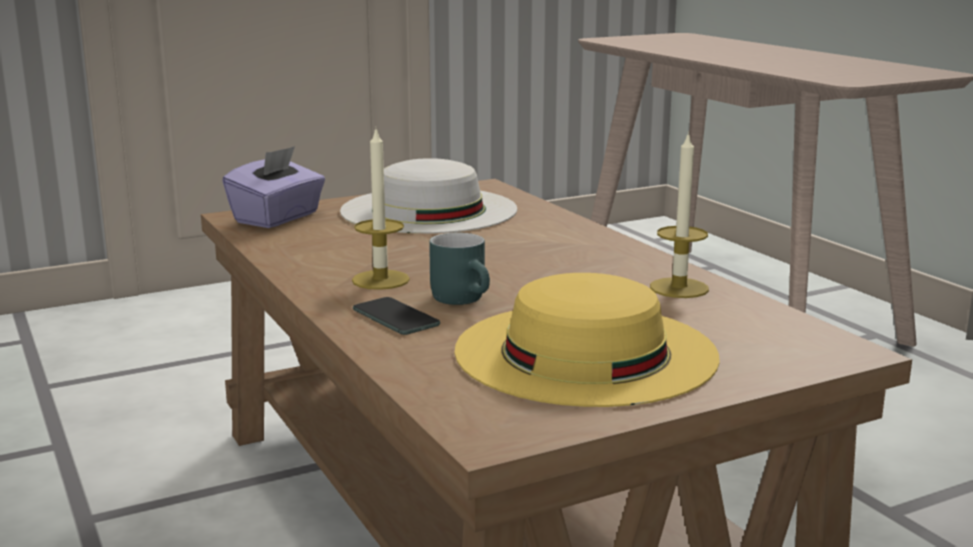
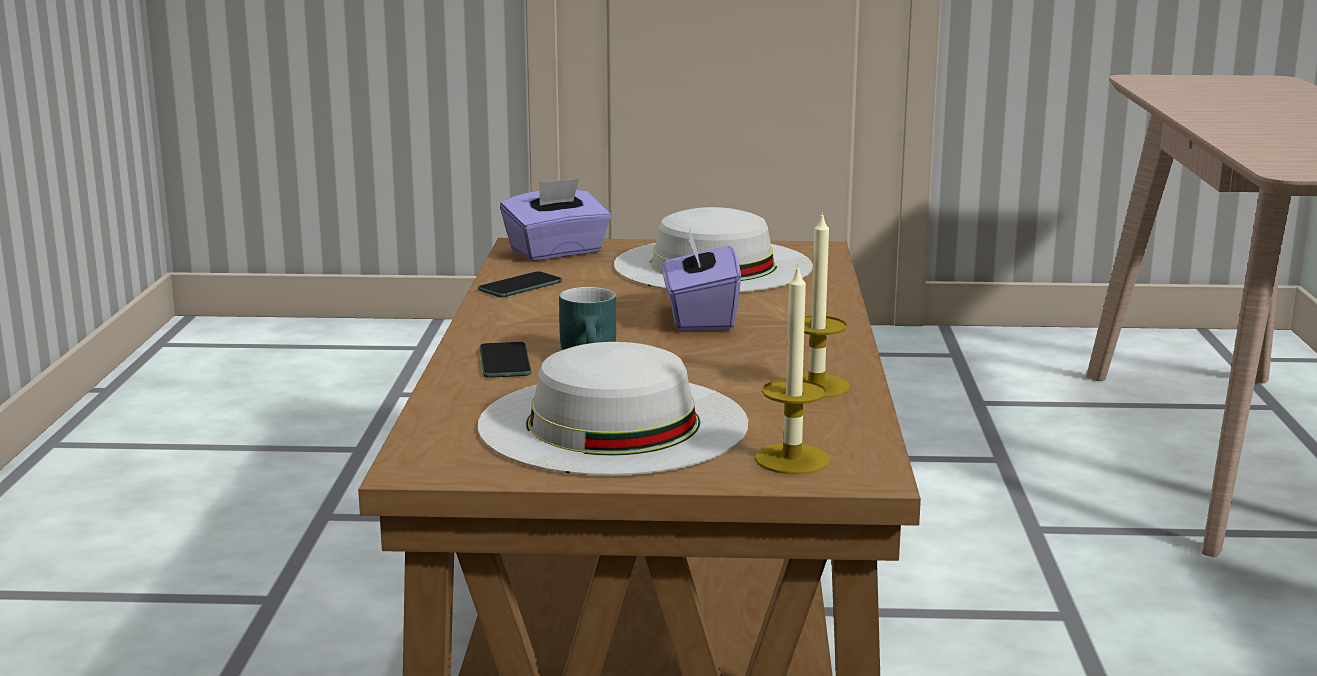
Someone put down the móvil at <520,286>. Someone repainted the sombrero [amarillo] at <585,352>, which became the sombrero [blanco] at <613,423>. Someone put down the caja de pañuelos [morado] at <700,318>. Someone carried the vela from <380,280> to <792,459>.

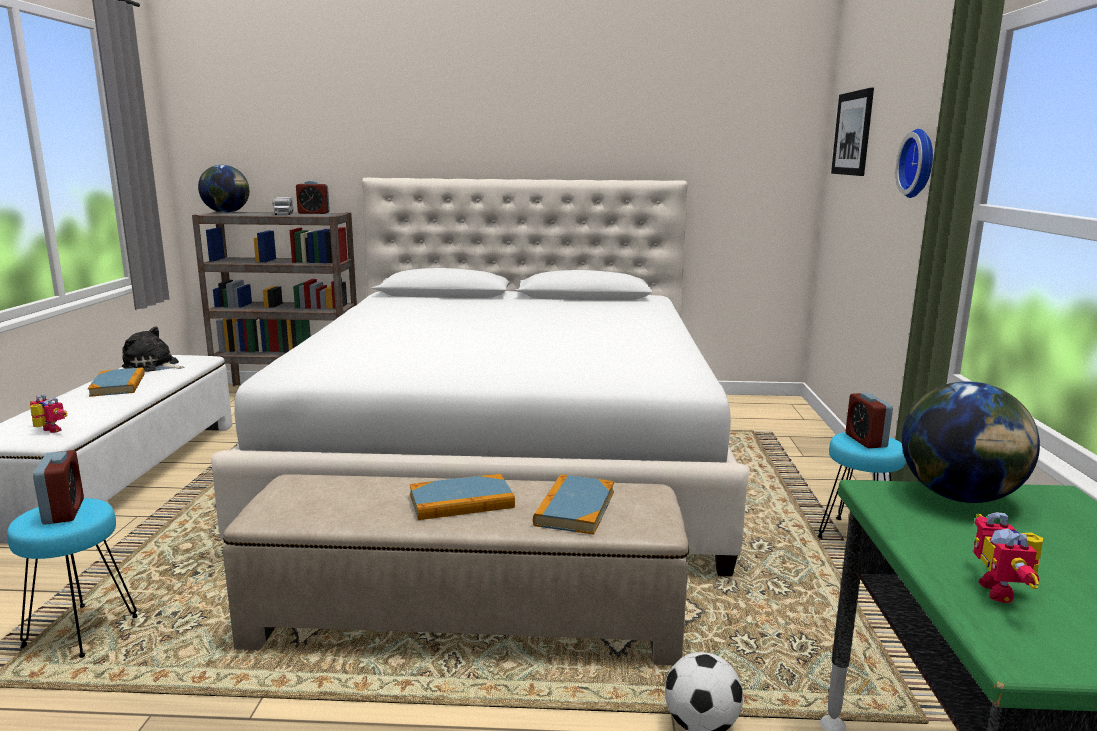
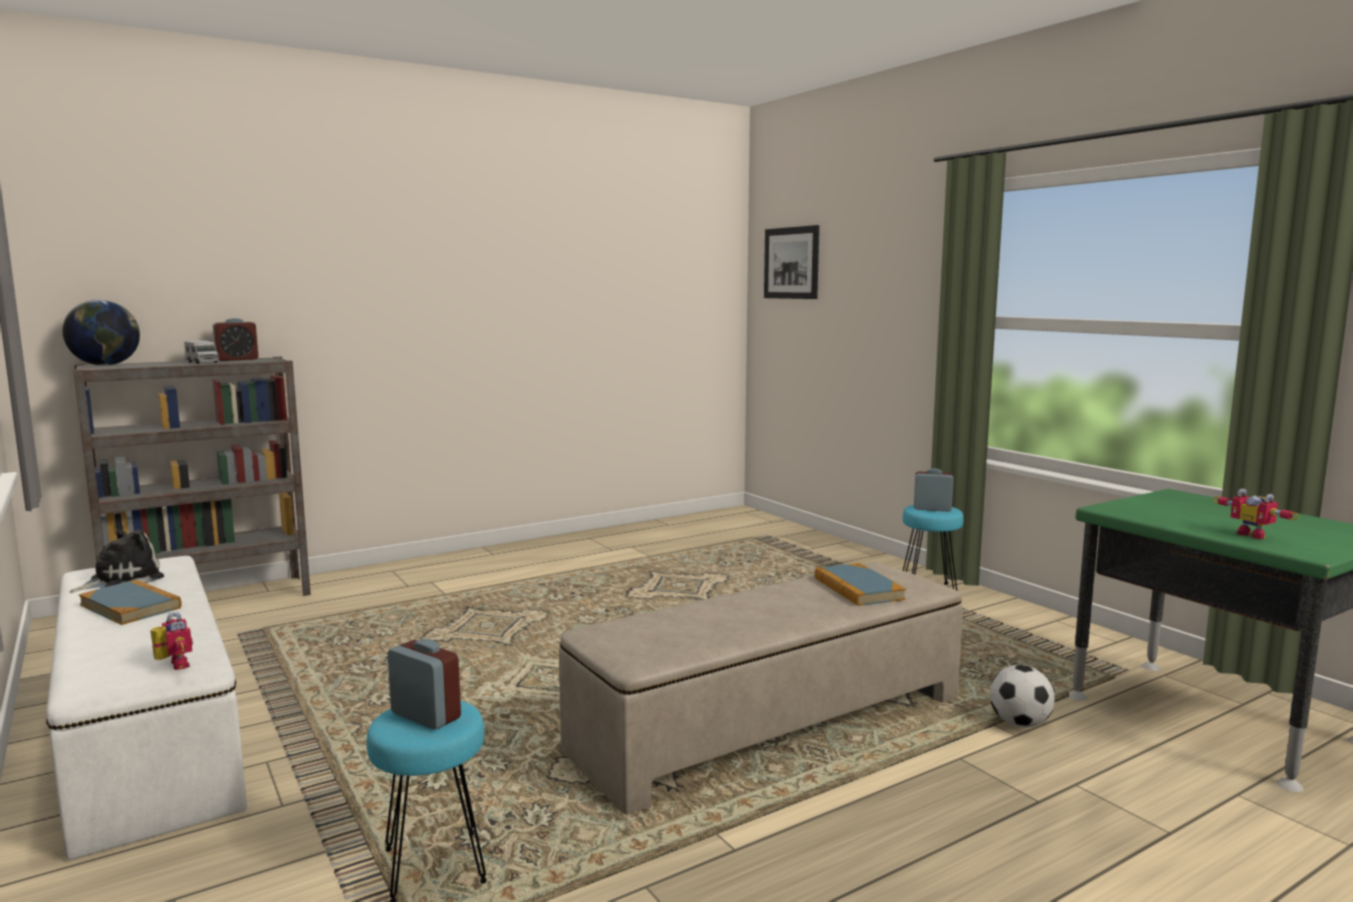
Someone rotated the peluche at <153,366> by 150 degrees clockwise. Someone rotated the robot de juguete at <48,431> by 60 degrees clockwise. Someone rotated the despertador at <865,441> by 150 degrees clockwise. Someone took away the cama [blanco] at <507,456>. Someone took away the libro at <461,501>. Someone took away the reloj de pared at <920,163>. Someone took away the globo terráqueo at <960,497>.

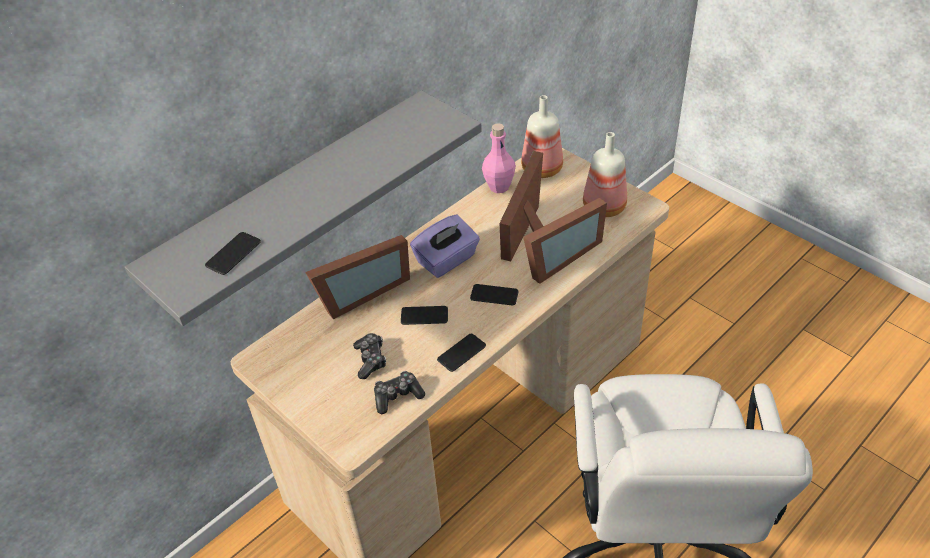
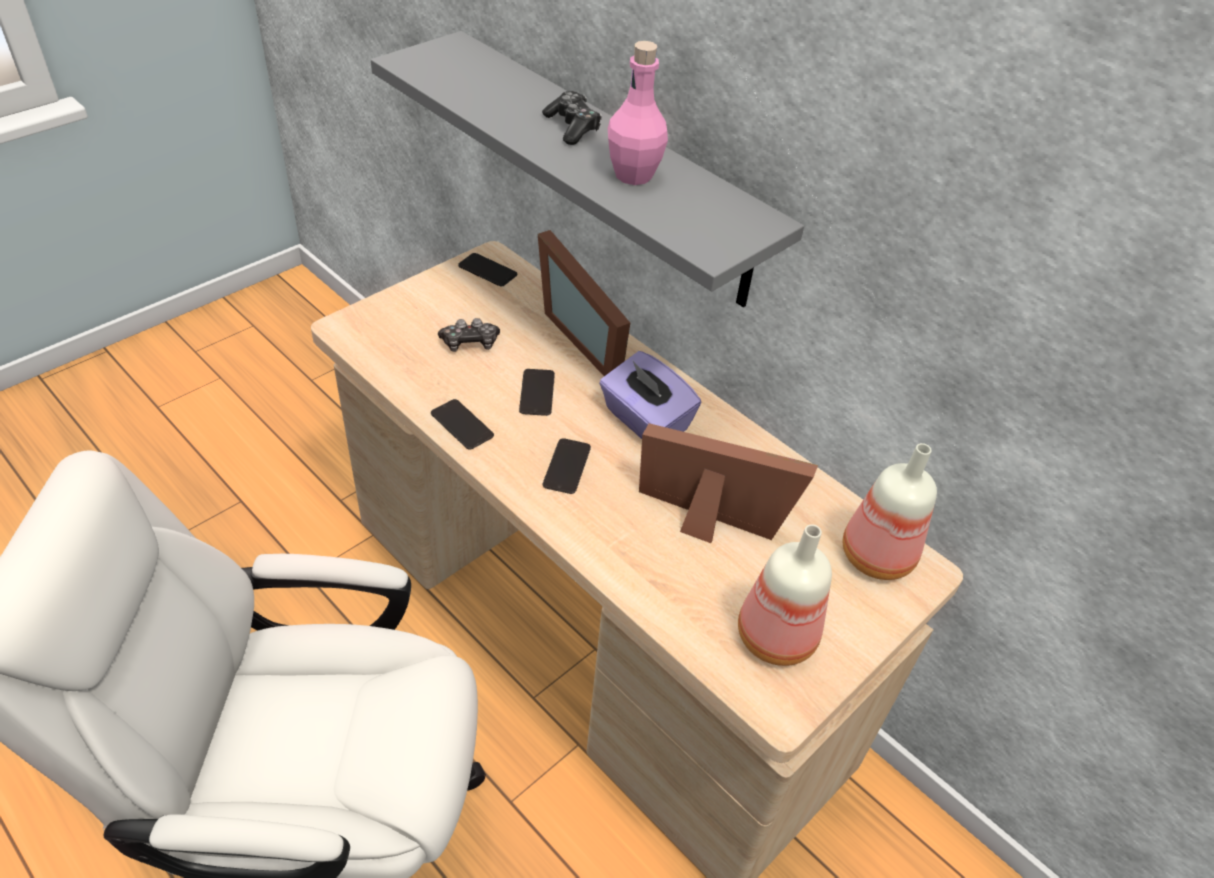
Someone carried the móvil from <233,254> to <487,270>. Someone carried the mando de consola from <397,396> to <572,127>. Someone carried the botella [rosa] from <499,186> to <633,175>. Someone took away the portarretratos at <557,257>.

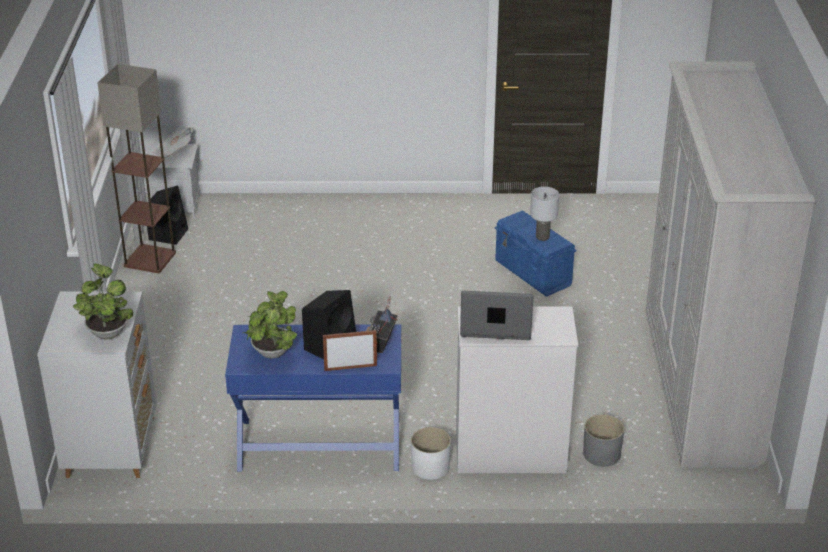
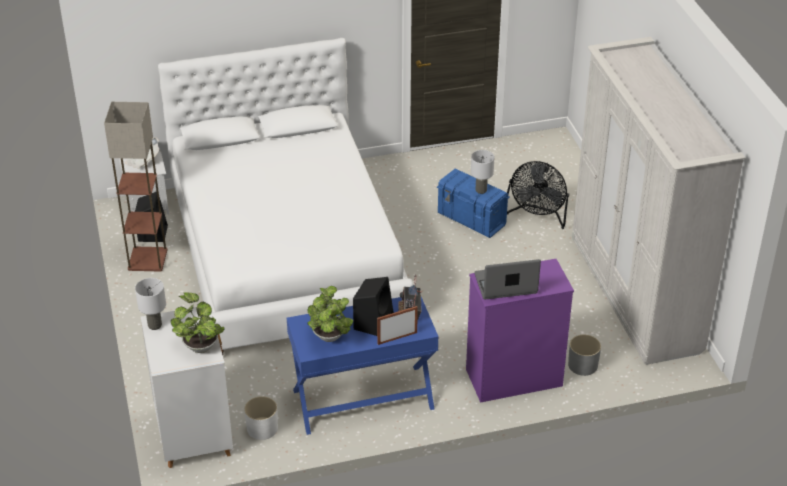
Someone put down the lámpara de mesa [blanco] at <155,326>. Someone put down the cama [blanco] at <286,253>. Someone carried the maceta [blanco] from <430,467> to <262,428>. Someone repainted the cómoda [blanco] at <509,453>, which became the cómoda [morado] at <513,378>. Someone put down the ventilador [negro] at <536,213>.

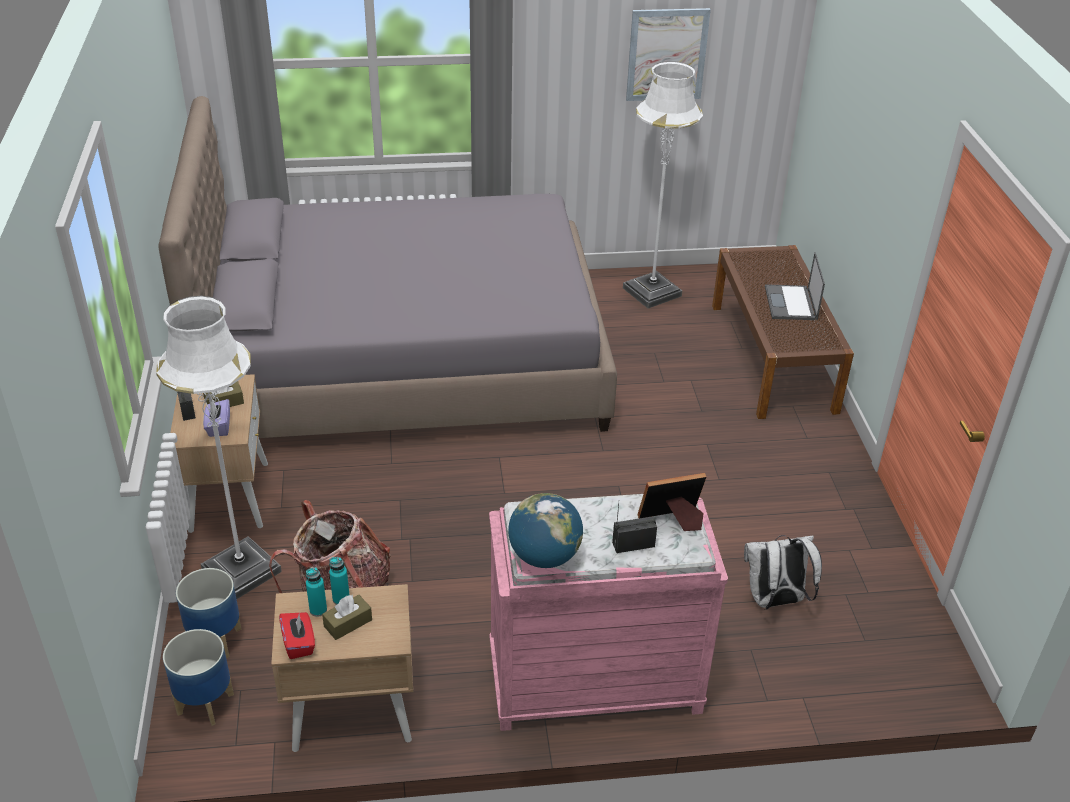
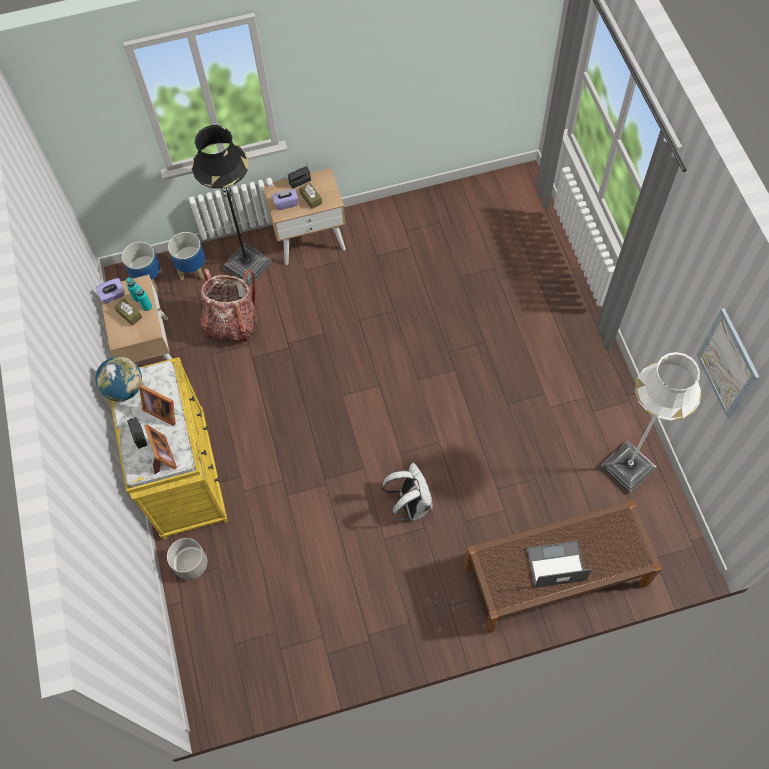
Someone repainted the caja de pañuelos [rojo] at <299,643>, which became the caja de pañuelos [morado] at <113,295>. Someone repainted the cómoda [rosa] at <593,679>, which became the cómoda [amarillo] at <183,473>. Someone put down the portarretratos at <162,409>. Someone put down the maceta [gris] at <190,564>. Someone repainted the lámpara de pie [blanco] at <241,570>, which became the lámpara de pie [negro] at <247,265>. Someone carried the mochila [blanco] from <775,601> to <410,504>. Someone took away the cama [gris] at <403,359>.

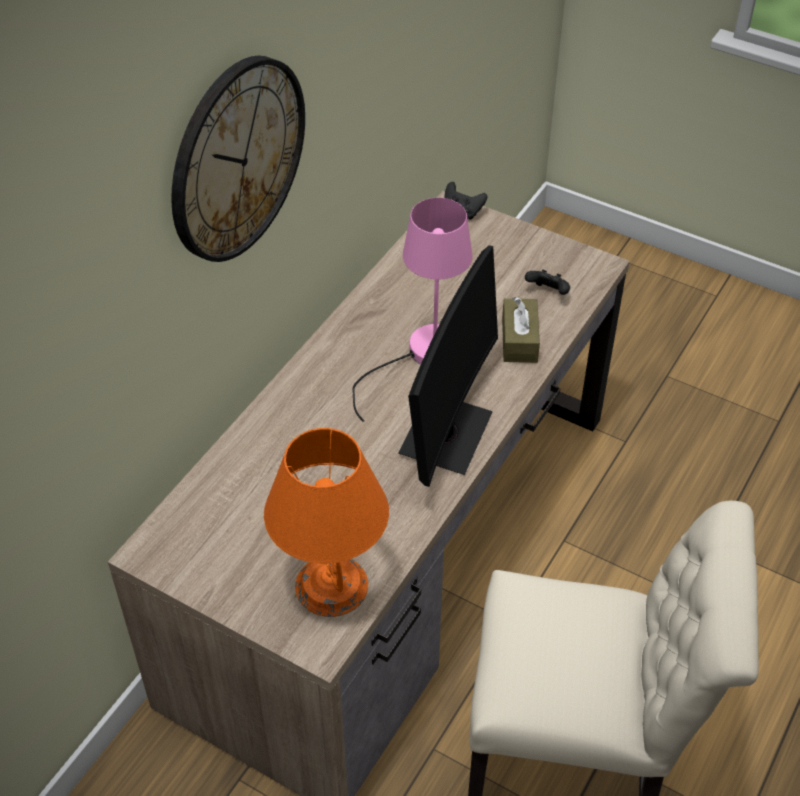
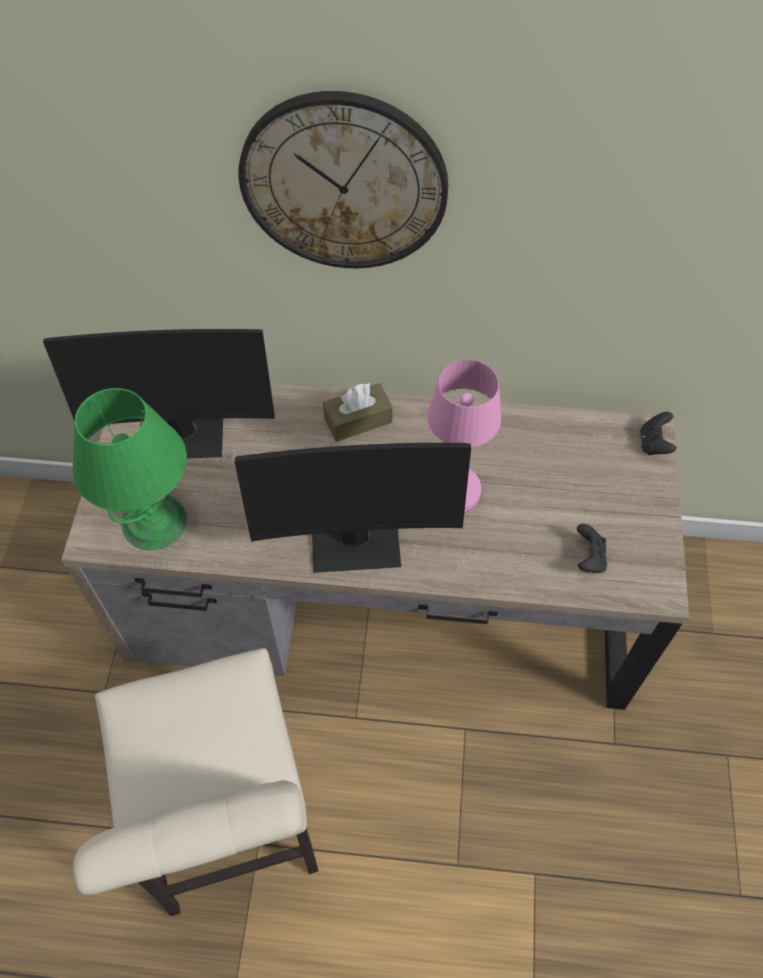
Someone put down the monitor at <183,433>. Someone repainted the lámpara de mesa [naranja] at <330,585>, which became the lámpara de mesa [verde] at <154,521>. Someone carried the caja de pañuelos [marrón] from <519,340> to <358,420>.

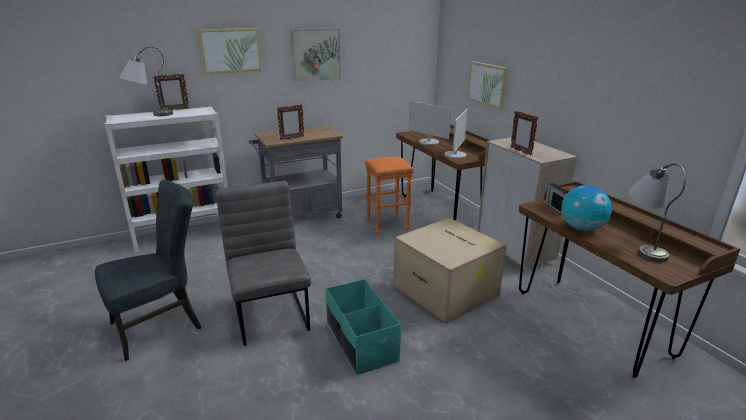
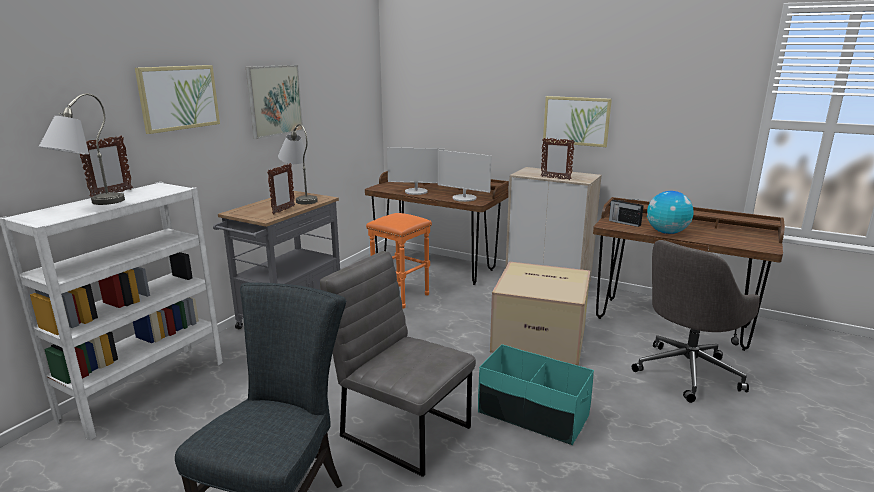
Someone carried the lámpara de mesa [gris] from <642,246> to <300,198>. Someone rotated the monitor at <455,155> by 135 degrees clockwise. Someone carried the cuadro from <487,84> to <576,121>. Someone put down the silla de oficina [gris] at <687,373>.

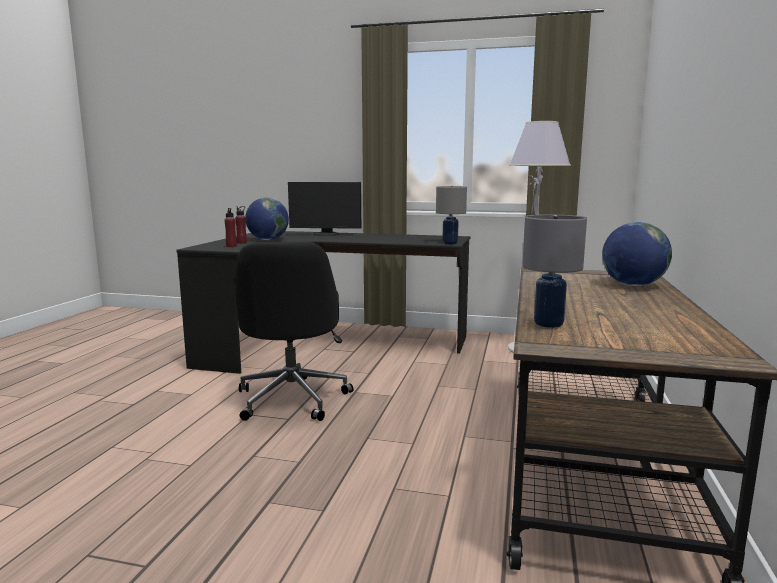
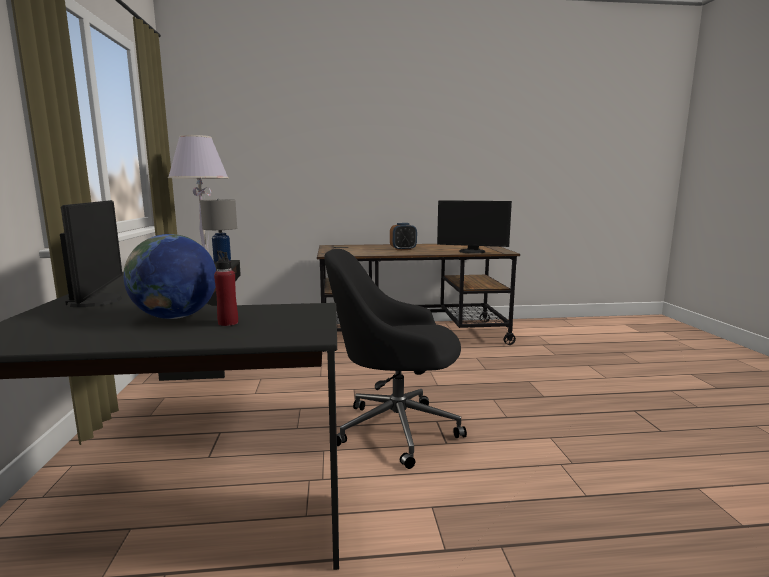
Someone rotated the silla de oficina [negro] at <292,400> by 150 degrees counterclockwise. Someone put down the despertador at <403,249>. Someone swapped the lámpara de mesa [gris] at <549,325> for the monitor at <472,252>. Someone took away the botella [rojo] at <231,246>. Someone took away the globo terráqueo at <633,285>.

